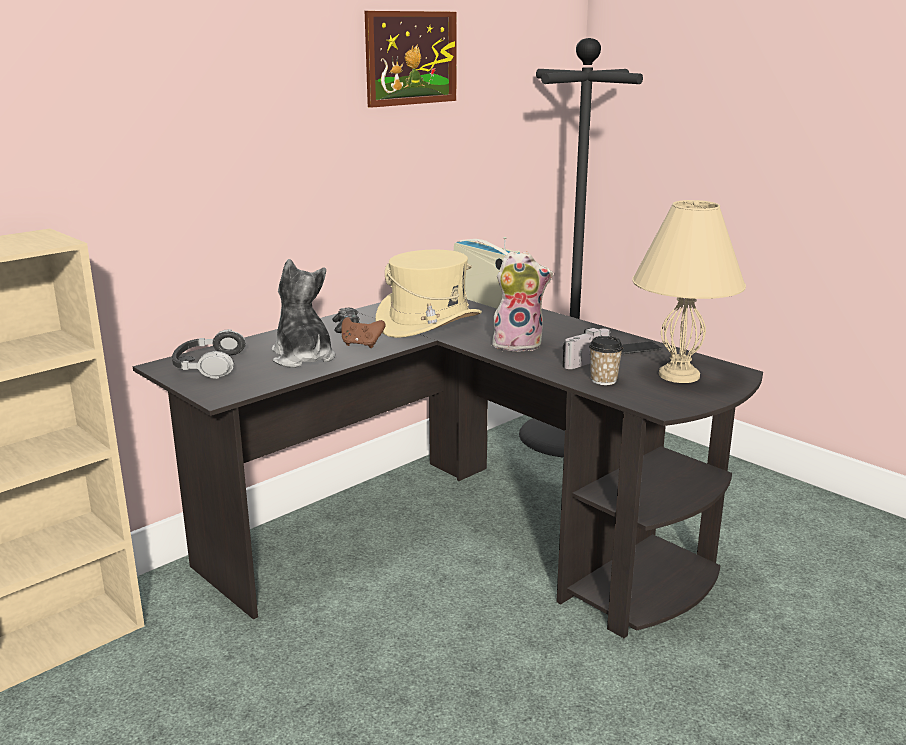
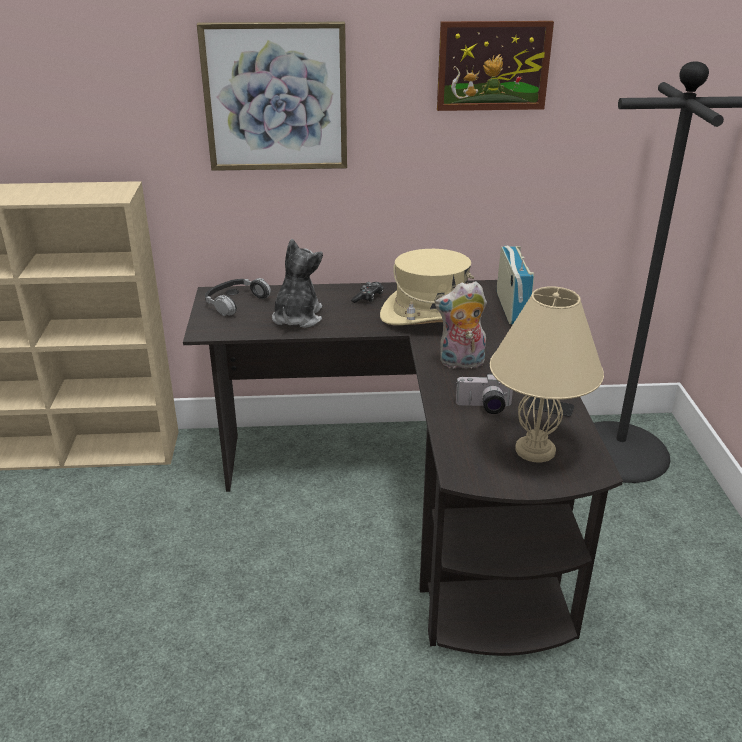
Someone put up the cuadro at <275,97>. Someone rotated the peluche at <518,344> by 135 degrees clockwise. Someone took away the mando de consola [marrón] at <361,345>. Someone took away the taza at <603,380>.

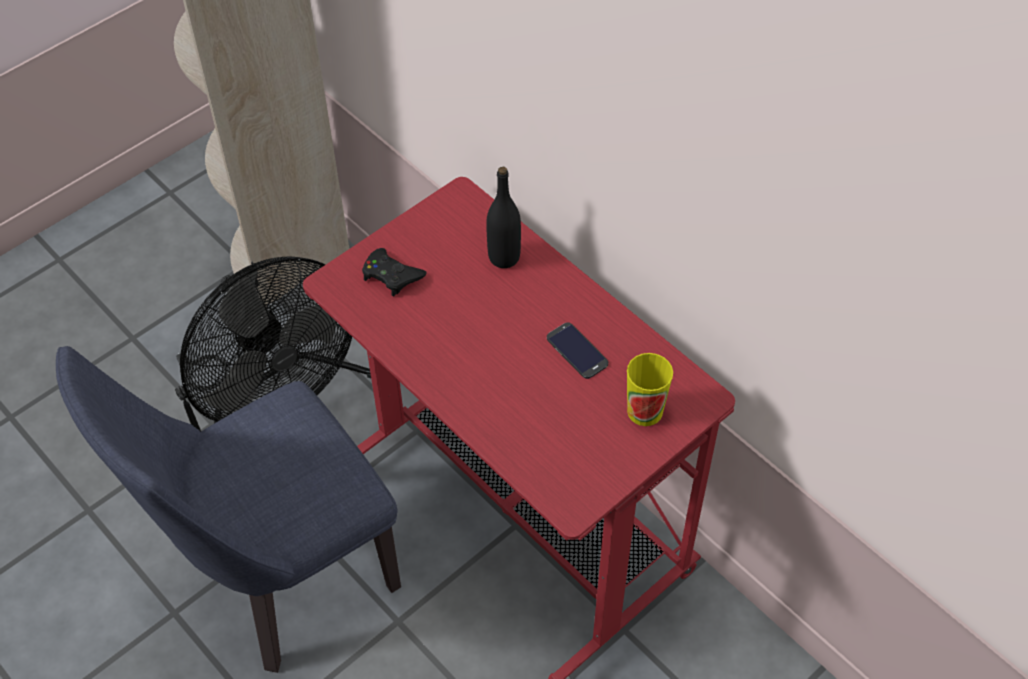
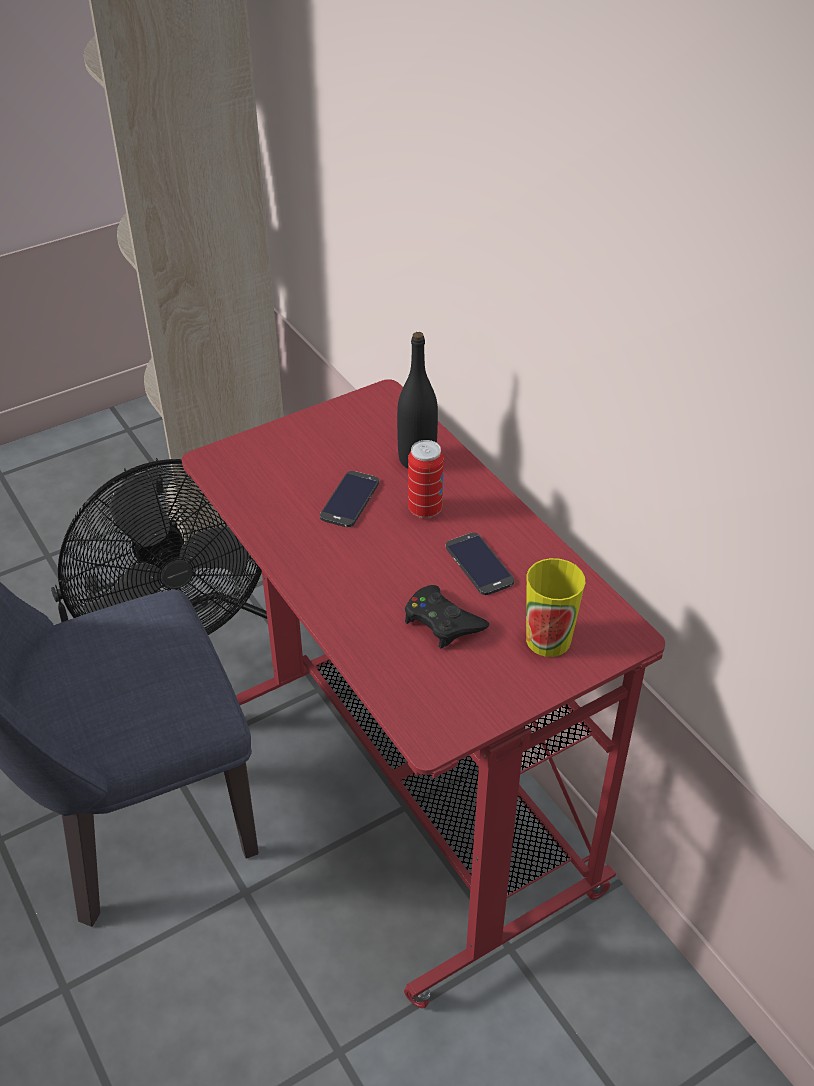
Someone put down the móvil at <349,499>. Someone carried the mando de consola [negro] from <391,275> to <442,622>. Someone put down the lata at <425,509>.

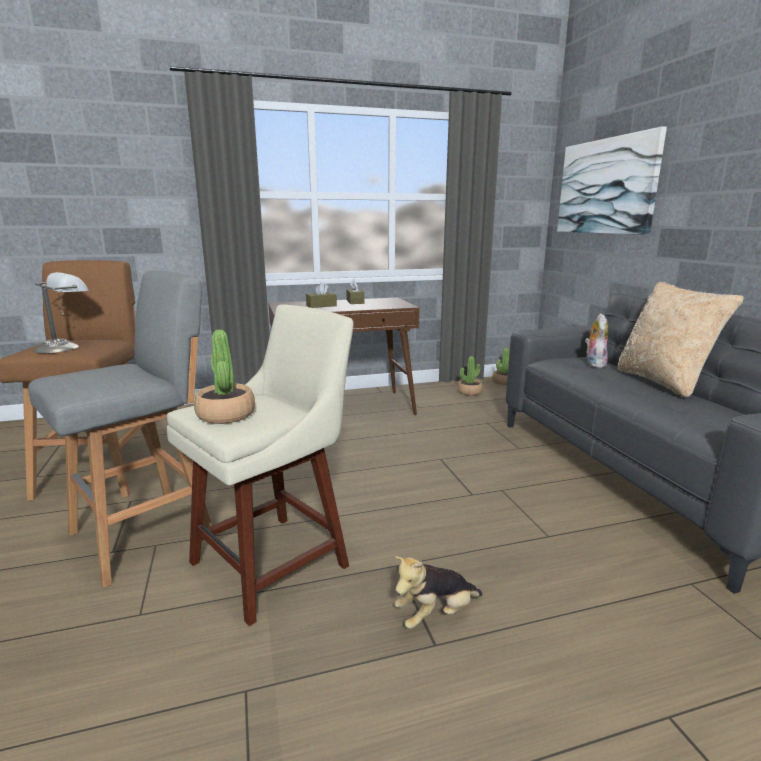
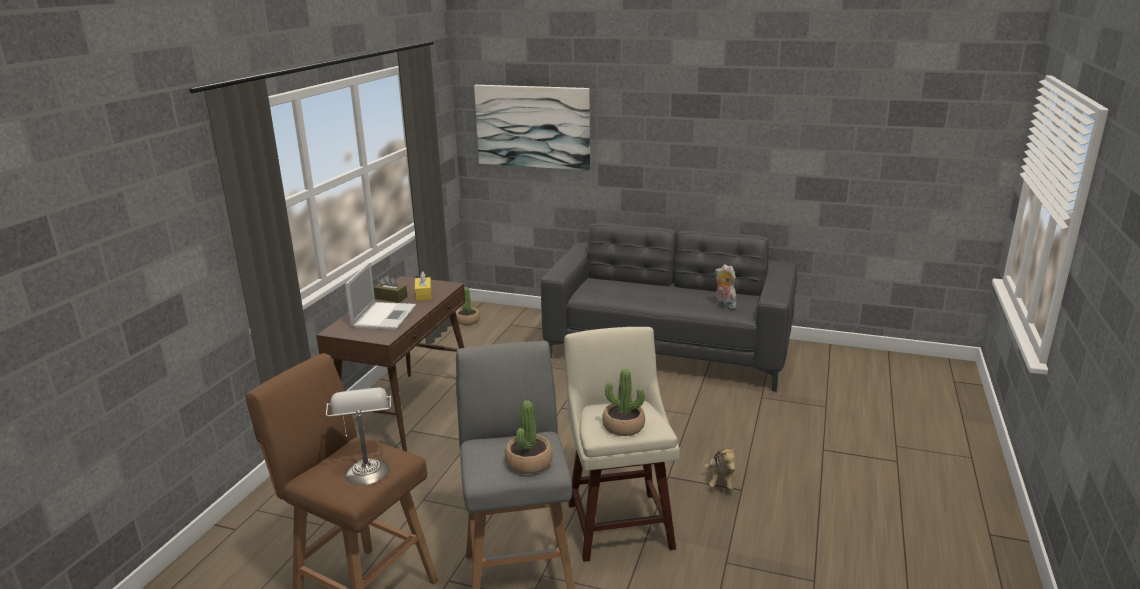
Someone swapped the caja de pañuelos [marrón] at <321,306> for the portátil at <384,316>. Someone put down the caja de pañuelos [amarillo] at <423,294>. Someone carried the planta en maceta from <469,392> to <528,462>. Someone carried the peluche from <593,364> to <723,306>. Someone took away the cojín [beis] at <662,384>.

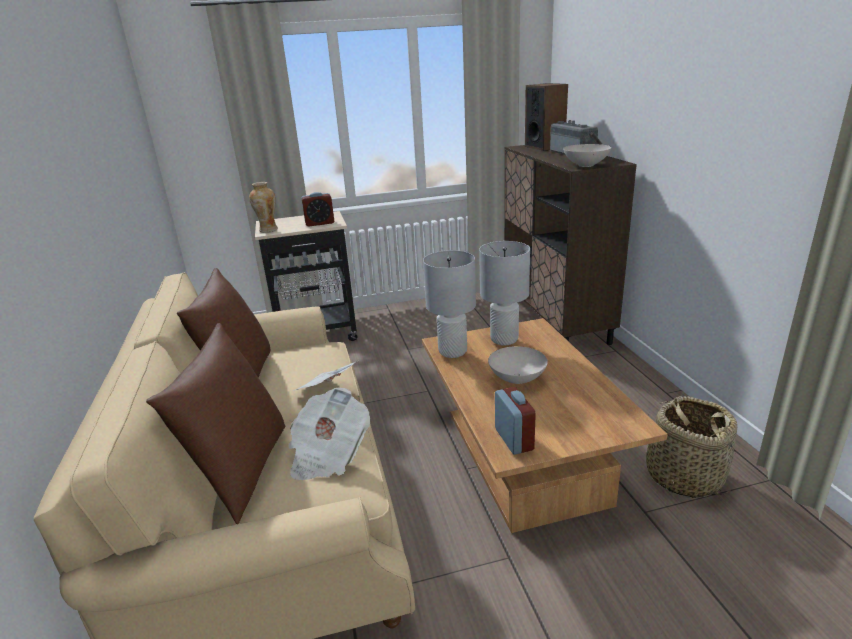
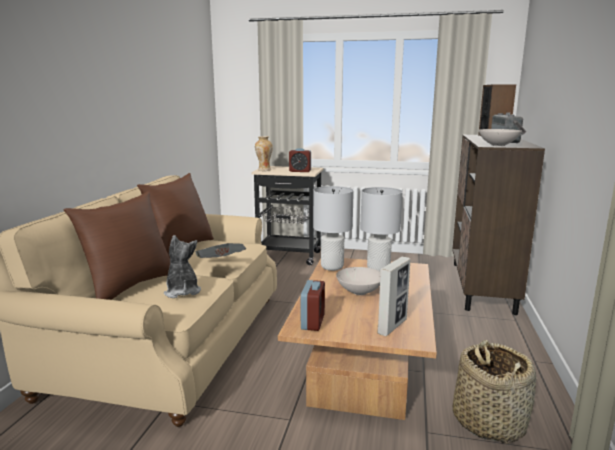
Someone swapped the periódico at <328,453> for the peluche at <182,291>. Someone put down the portarretratos at <392,326>.

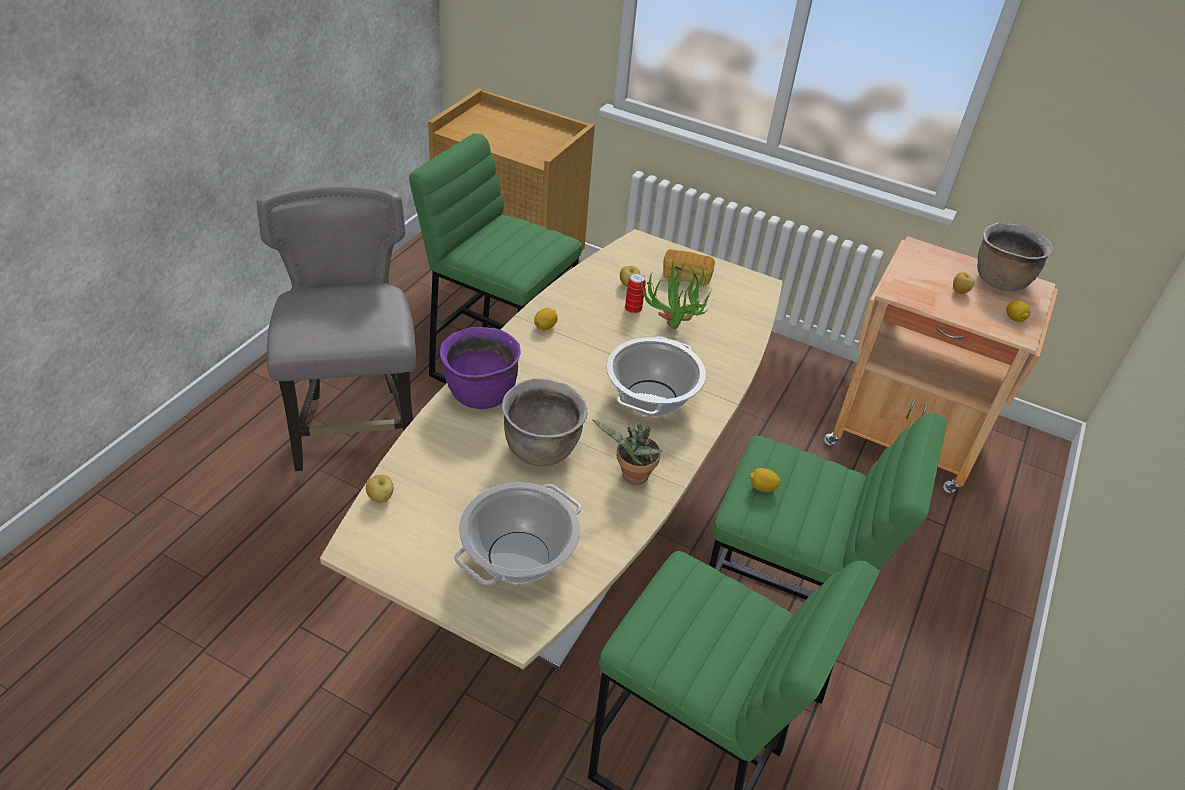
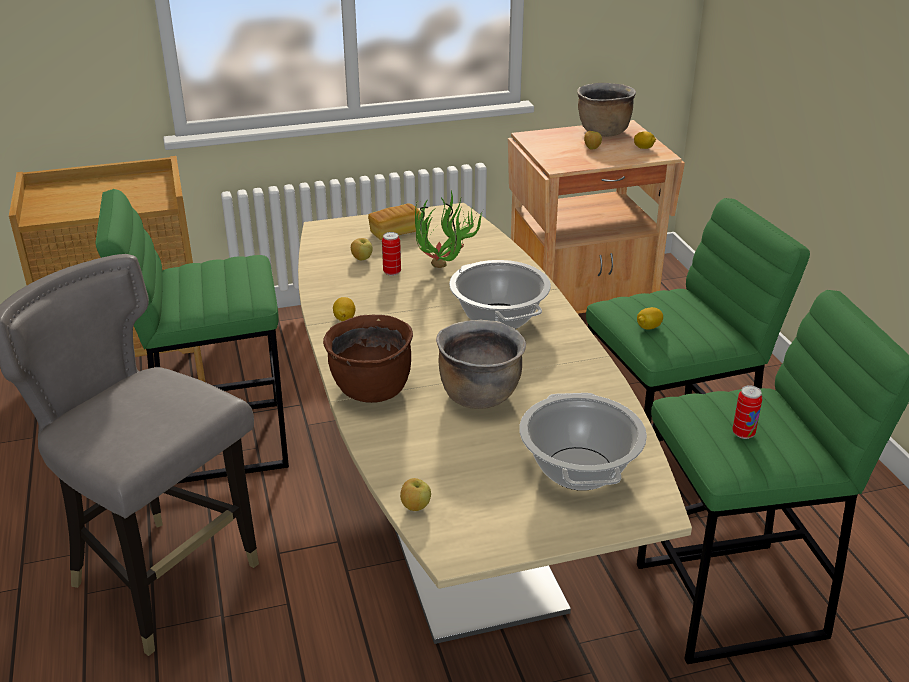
Someone repainted the olla [morado] at <480,394>, which became the olla [marrón] at <371,390>. Someone put down the lata at <743,433>. Someone took away the planta en maceta at <631,476>.

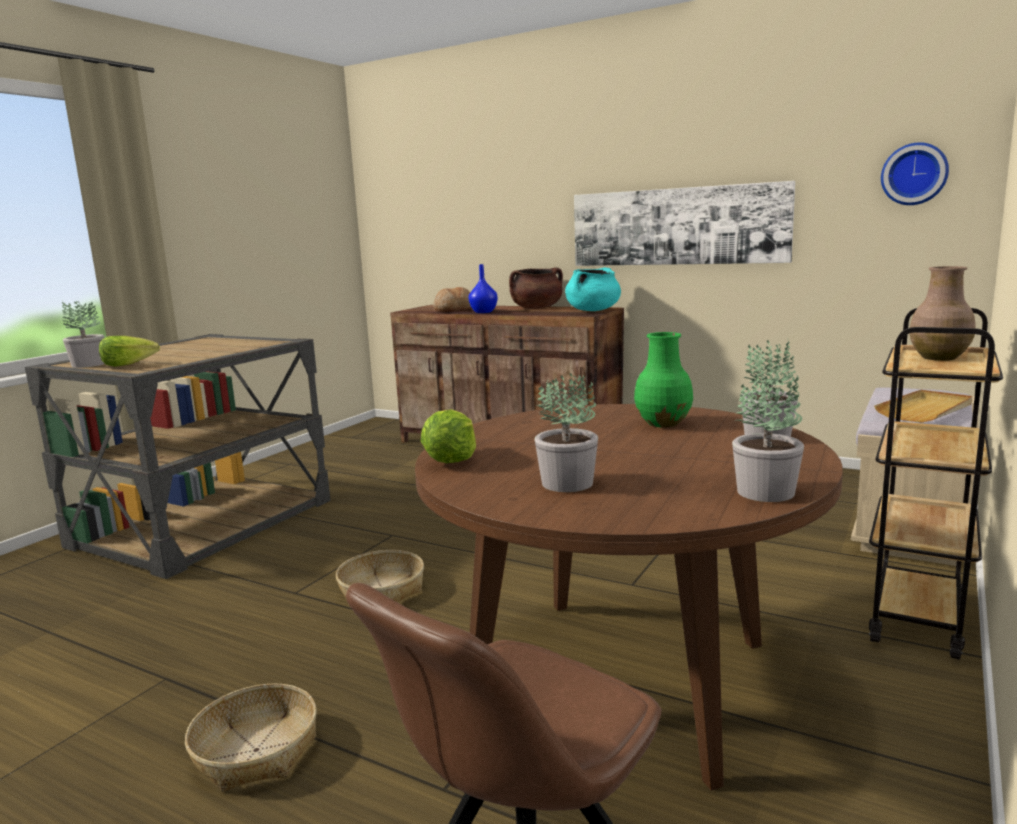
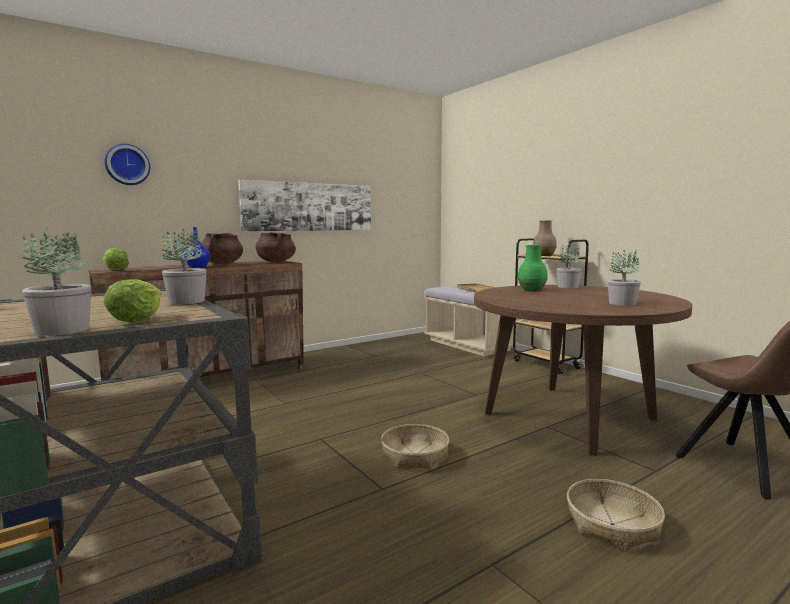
Someone carried the lechuga from <451,460> to <115,270>. Someone carried the reloj de pared from <914,174> to <127,165>. Someone carried the planta en maceta from <766,492> to <187,301>. Someone repainted the olla [turquesa] at <593,310>, which became the olla [marrón] at <276,261>. Someone took away the pan at <454,310>.

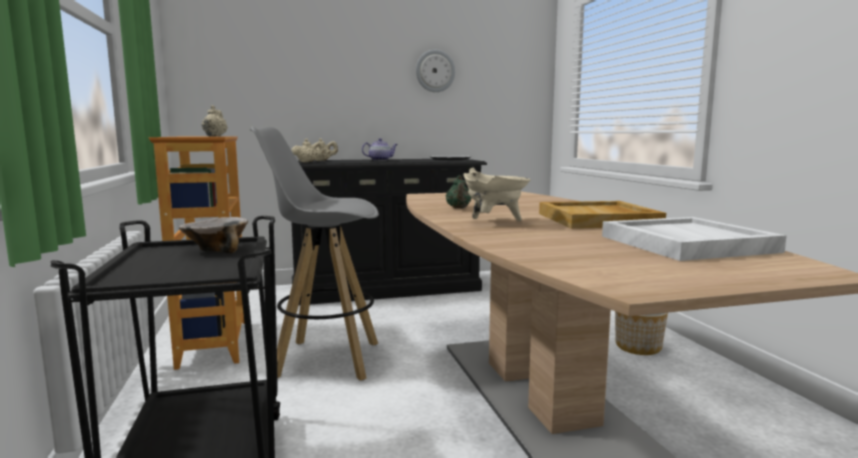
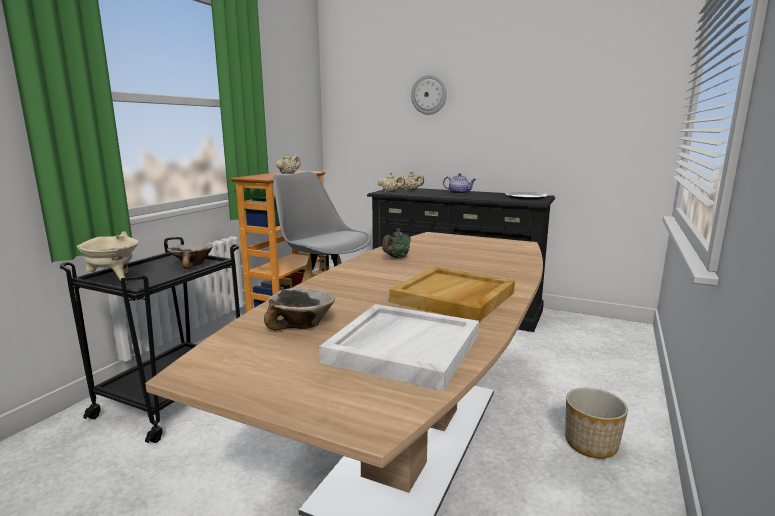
Someone carried the olla [beis] from <494,222> to <114,279>. Someone put down the cuenco at <302,324>. Someone carried the reloj de pared from <435,71> to <429,94>.

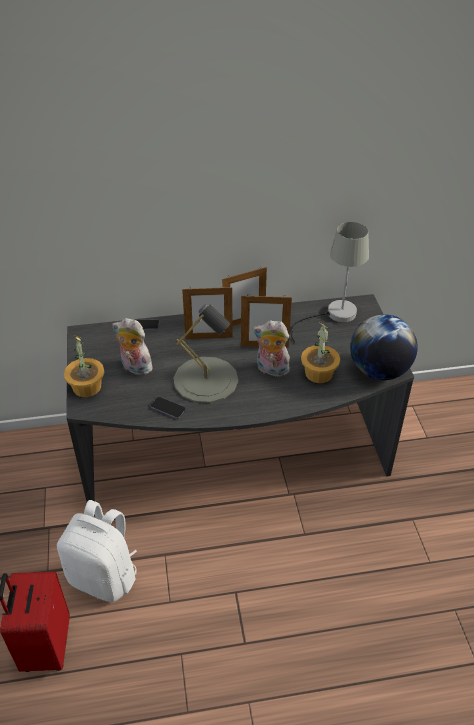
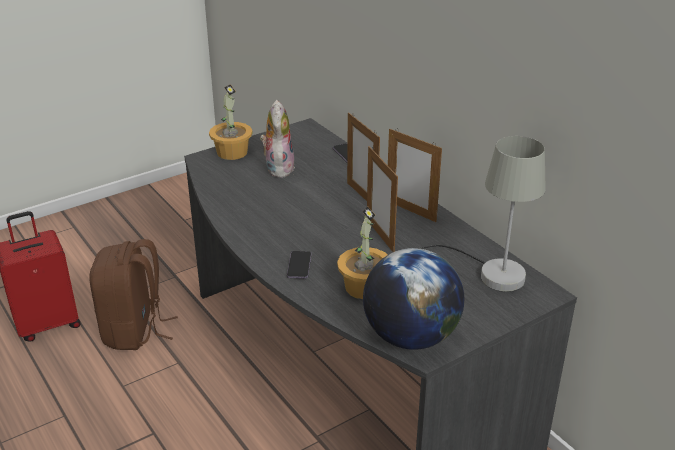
Someone repainted the mochila [blanco] at <104,576>, which became the mochila [marrón] at <135,331>. Someone carried the móvil from <168,408> to <299,266>. Someone took away the lámpara de mesa [gris] at <206,379>. Someone took away the peluche at <271,370>.

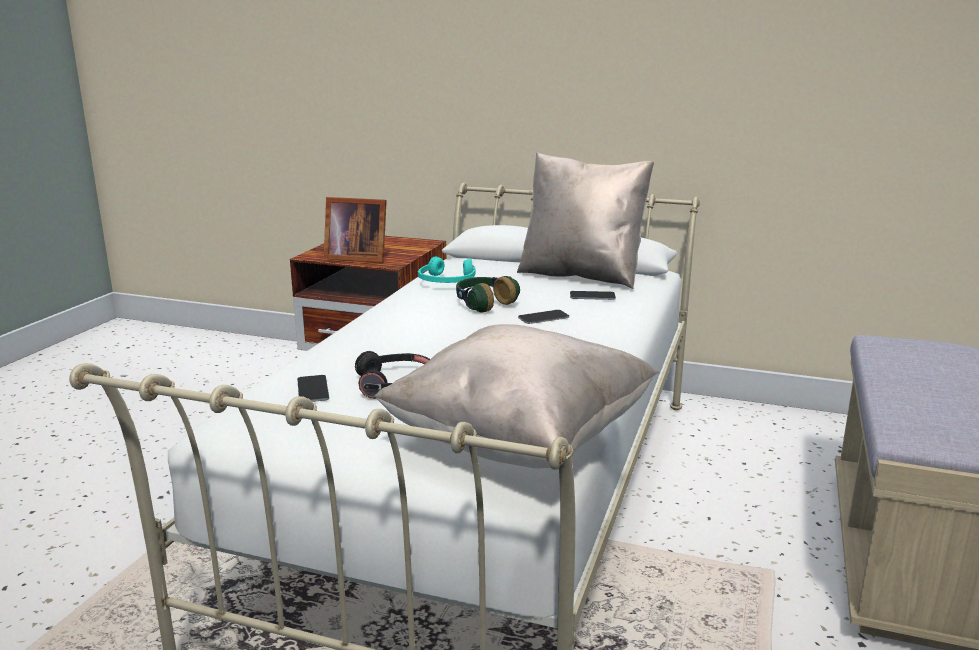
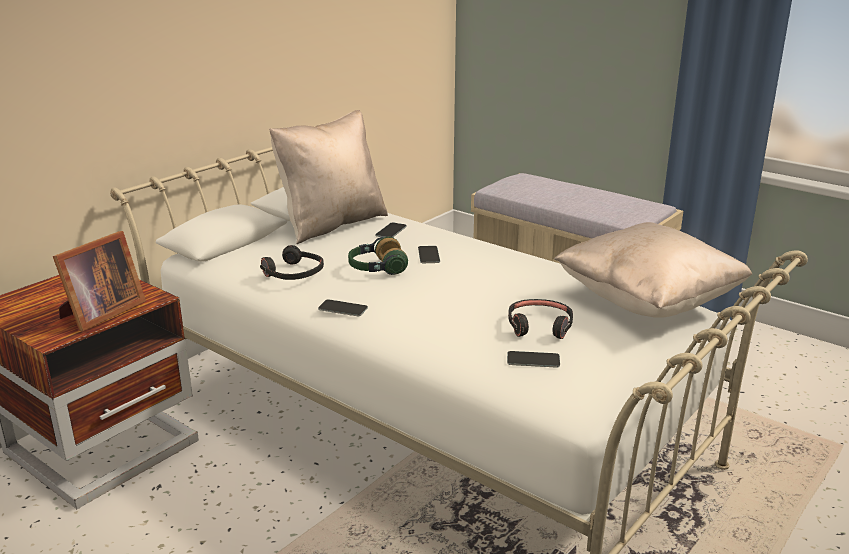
Someone repainted the auriculares [turquesa] at <447,281>, which became the auriculares [negro] at <294,274>. Someone put down the móvil at <343,308>.

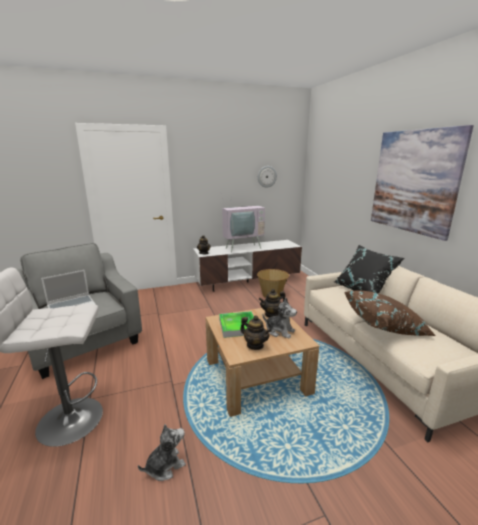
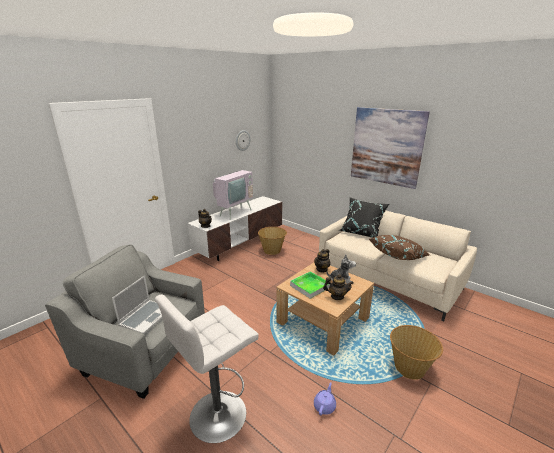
Someone swapped the peluche at <165,466> for the tetera [morado] at <324,406>. Someone put down the cesta at <410,367>.

